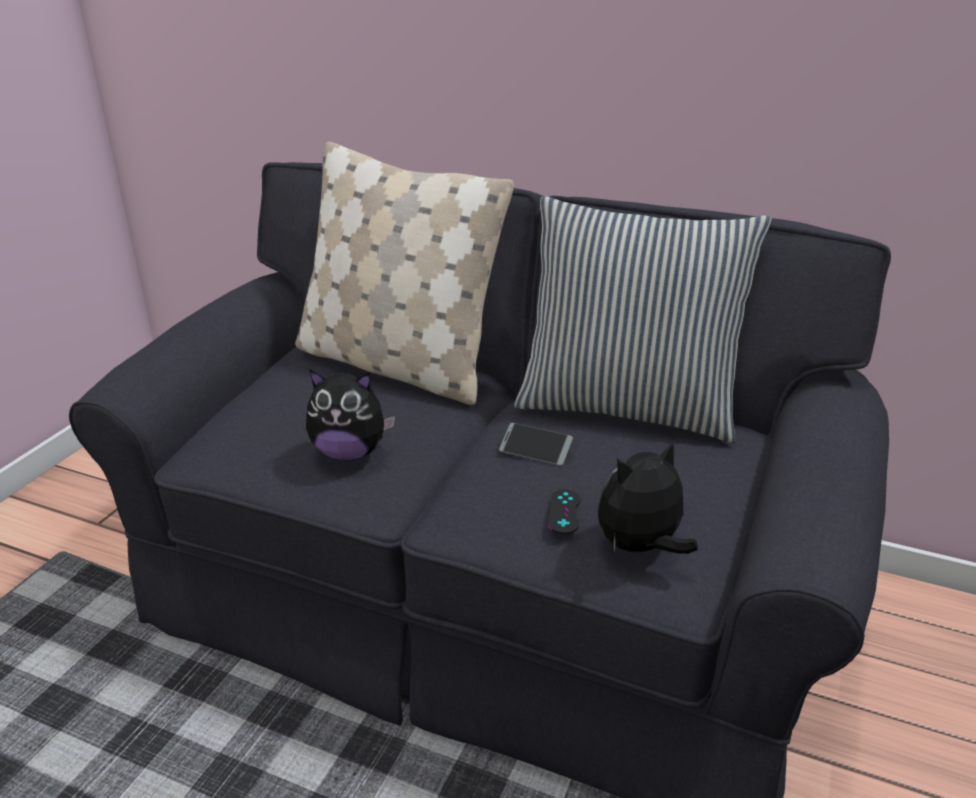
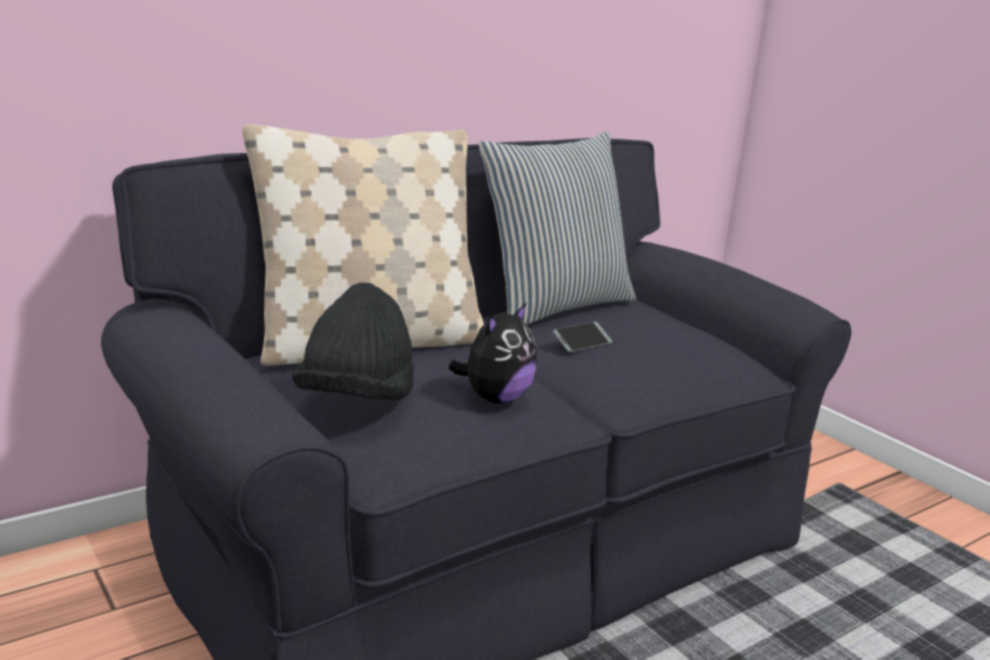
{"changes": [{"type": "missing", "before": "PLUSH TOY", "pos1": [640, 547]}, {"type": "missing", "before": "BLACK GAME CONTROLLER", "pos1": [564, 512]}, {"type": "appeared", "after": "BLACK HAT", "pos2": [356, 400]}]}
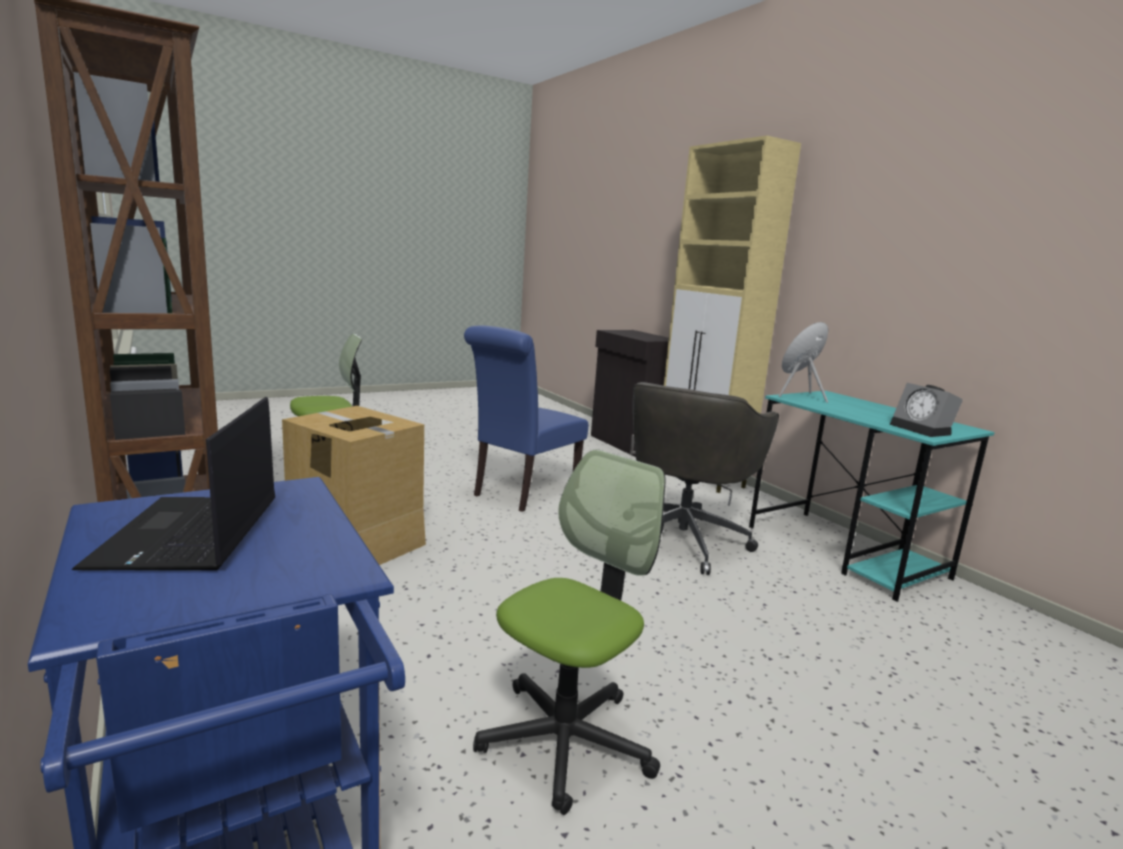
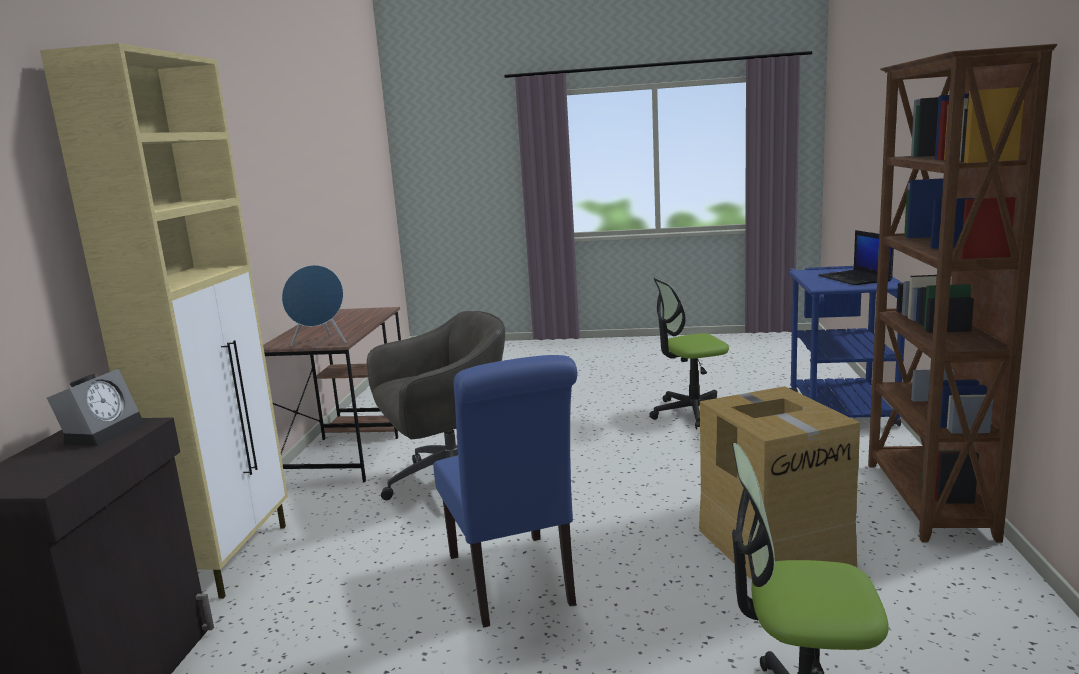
{"changes": [{"type": "spun", "before": "BLUE CHAIR", "pos1": [521, 493], "pos2": [514, 583], "turn": 90}, {"type": "relocated", "before": "ALARM CLOCK", "pos1": [923, 430], "pos2": [103, 432]}, {"type": "colour", "before": "TURQUOISE DESK", "after": "BROWN DESK", "pos1": [845, 552], "pos2": [351, 449]}, {"type": "spun", "before": "LAPTOP", "pos1": [190, 534], "pos2": [855, 278], "turn": 135}]}
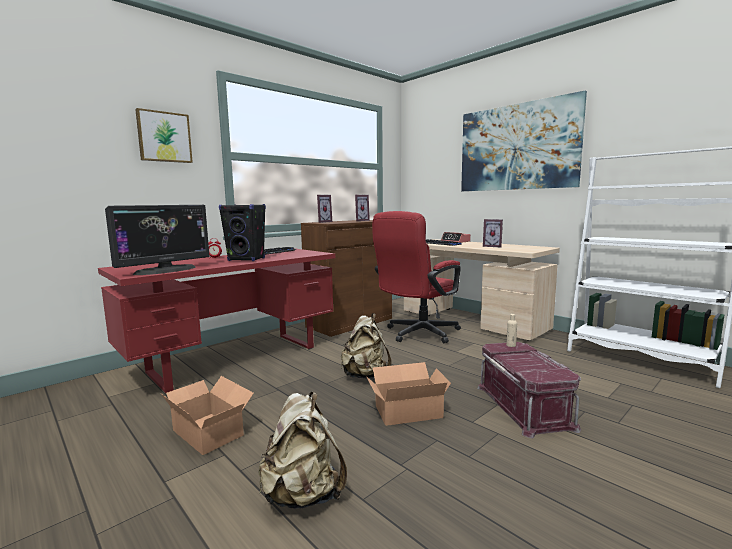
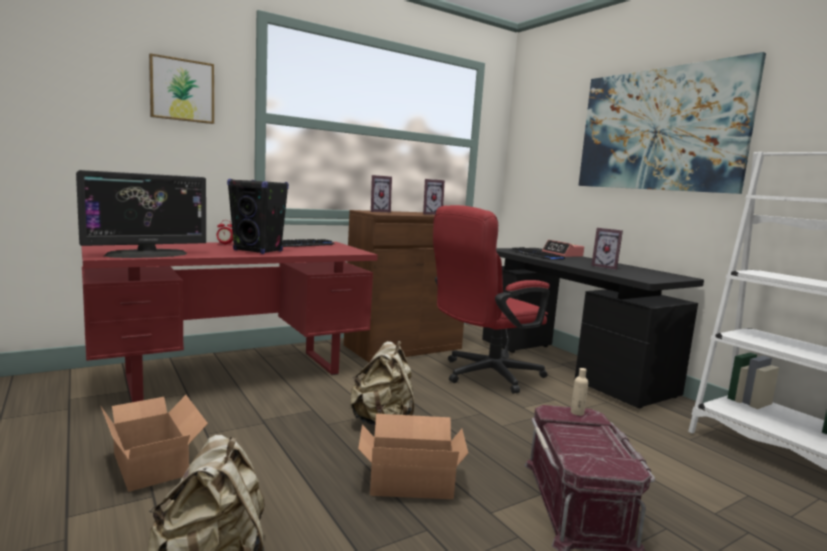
{"changes": [{"type": "colour", "before": "BEIGE DESK", "after": "BLACK DESK", "pos1": [471, 321], "pos2": [569, 367]}]}
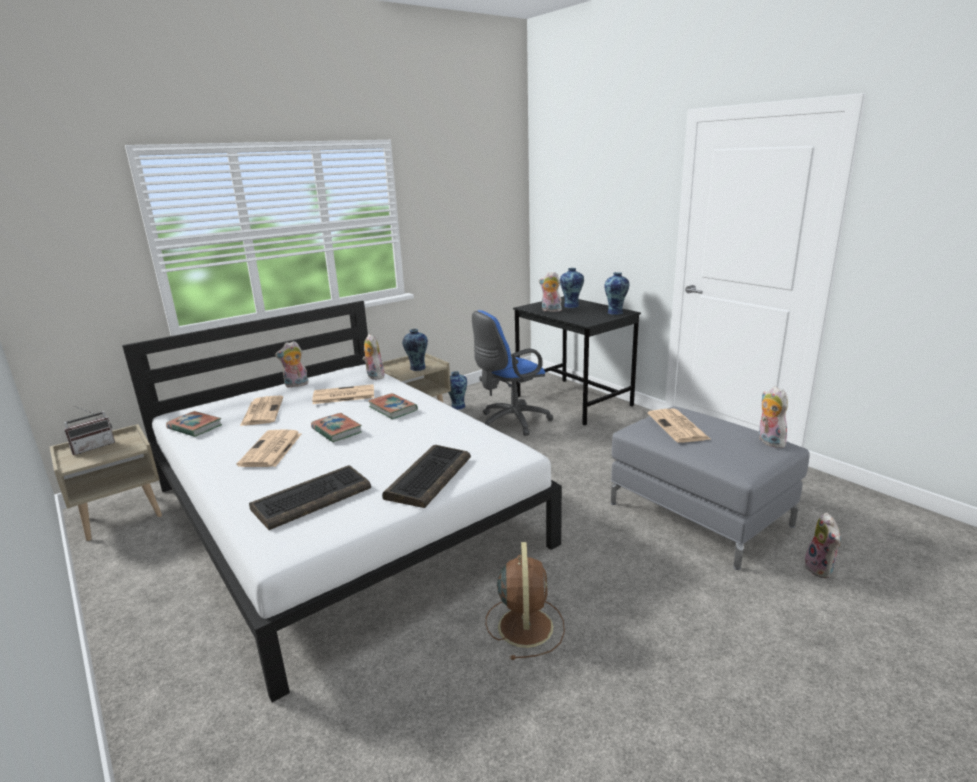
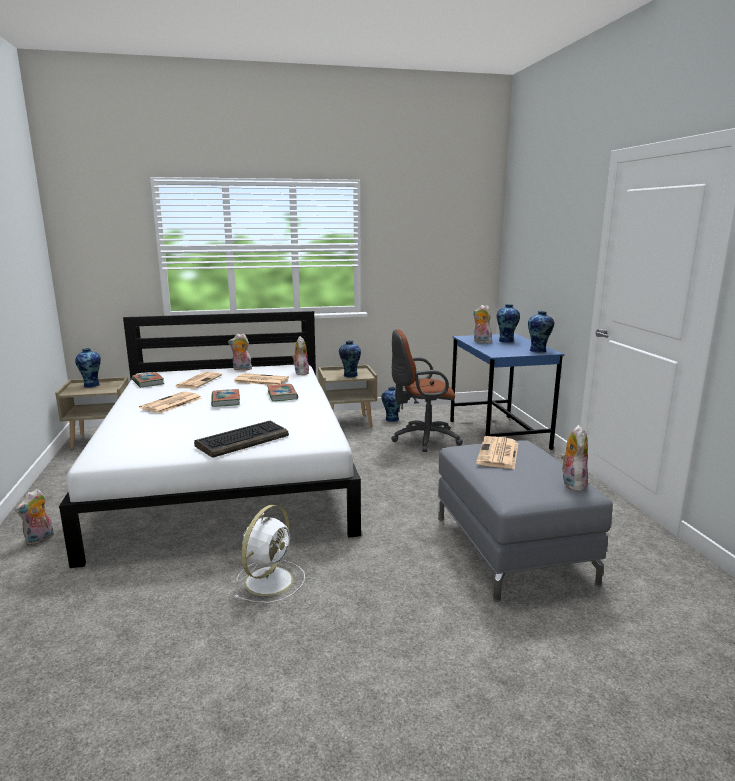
{"changes": [{"type": "colour", "before": "BLACK DESK", "after": "BLUE DESK", "pos1": [574, 401], "pos2": [498, 435]}, {"type": "colour", "before": "BLUE OFFICE CHAIR", "after": "BROWN OFFICE CHAIR", "pos1": [510, 422], "pos2": [422, 439]}, {"type": "exchanged", "before": "RADIO", "after": "VASE", "pos1": [93, 447], "pos2": [91, 385]}, {"type": "missing", "before": "KEYBOARD", "pos1": [312, 498]}, {"type": "relocated", "before": "PLUSH TOY", "pos1": [821, 569], "pos2": [40, 540]}, {"type": "colour", "before": "BROWN FAN", "after": "WHITE FAN", "pos1": [525, 625], "pos2": [270, 580]}]}
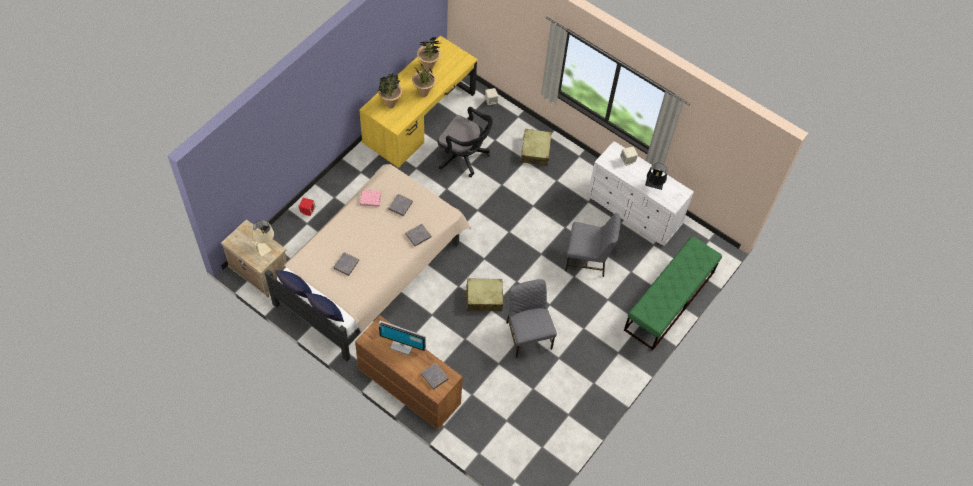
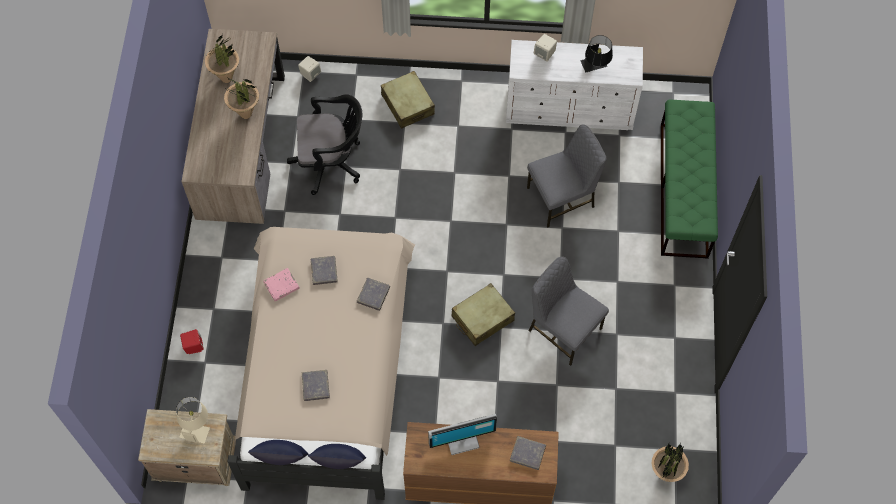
{"changes": [{"type": "colour", "before": "YELLOW DESK", "after": "BROWN DESK", "pos1": [419, 118], "pos2": [241, 146]}, {"type": "relocated", "before": "POTTED PLANT", "pos1": [390, 105], "pos2": [665, 474]}]}
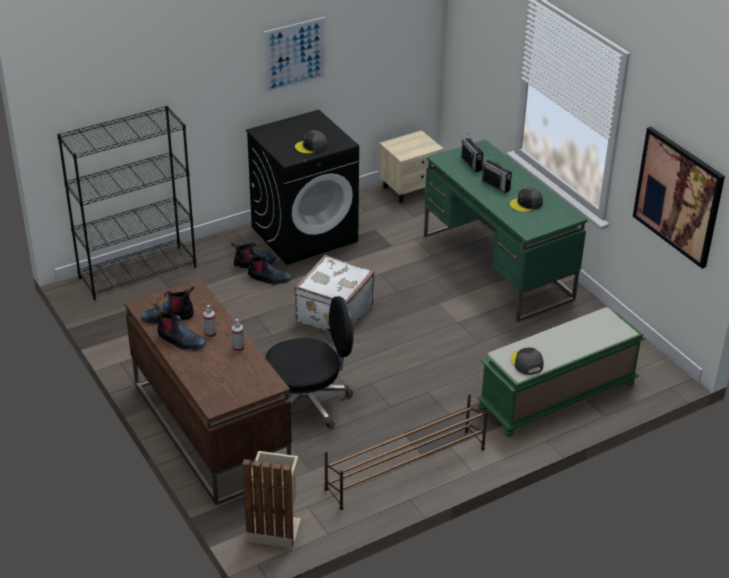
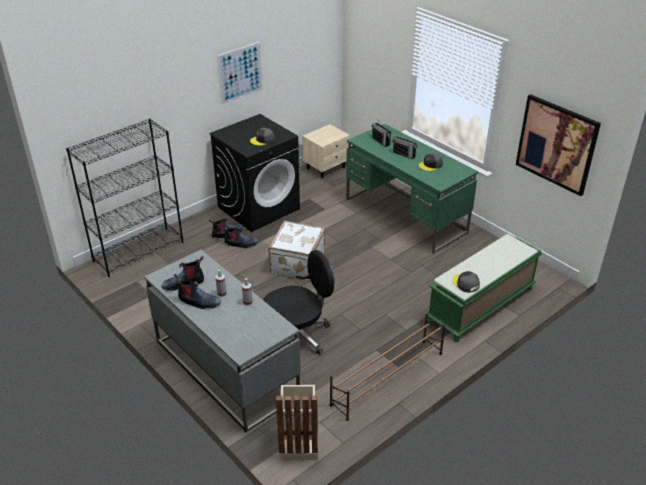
{"changes": [{"type": "colour", "before": "BROWN DESK", "after": "GREY DESK", "pos1": [210, 429], "pos2": [225, 368]}]}
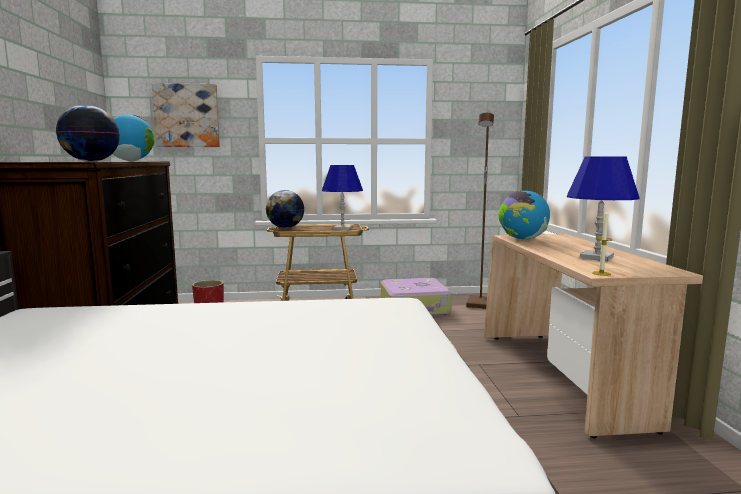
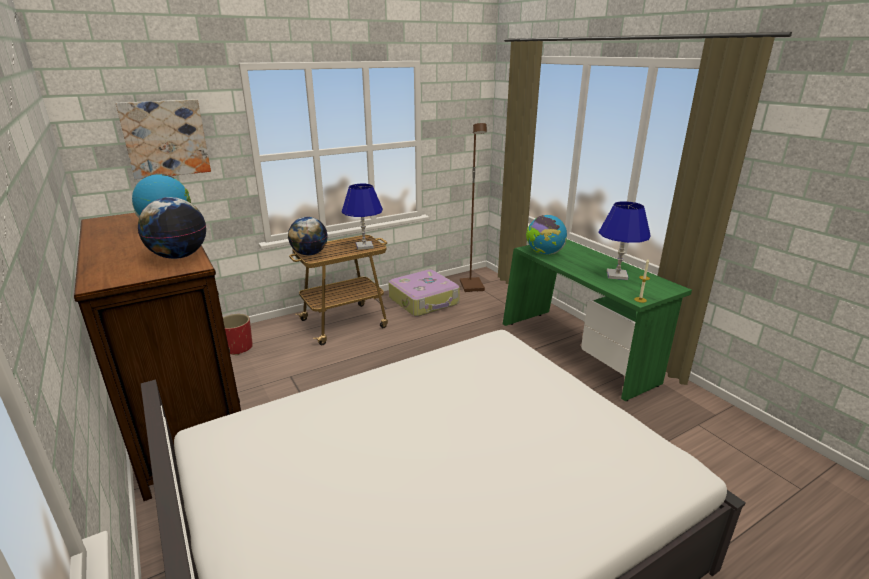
{"changes": [{"type": "colour", "before": "BEIGE DESK", "after": "GREEN DESK", "pos1": [562, 376], "pos2": [578, 352]}]}
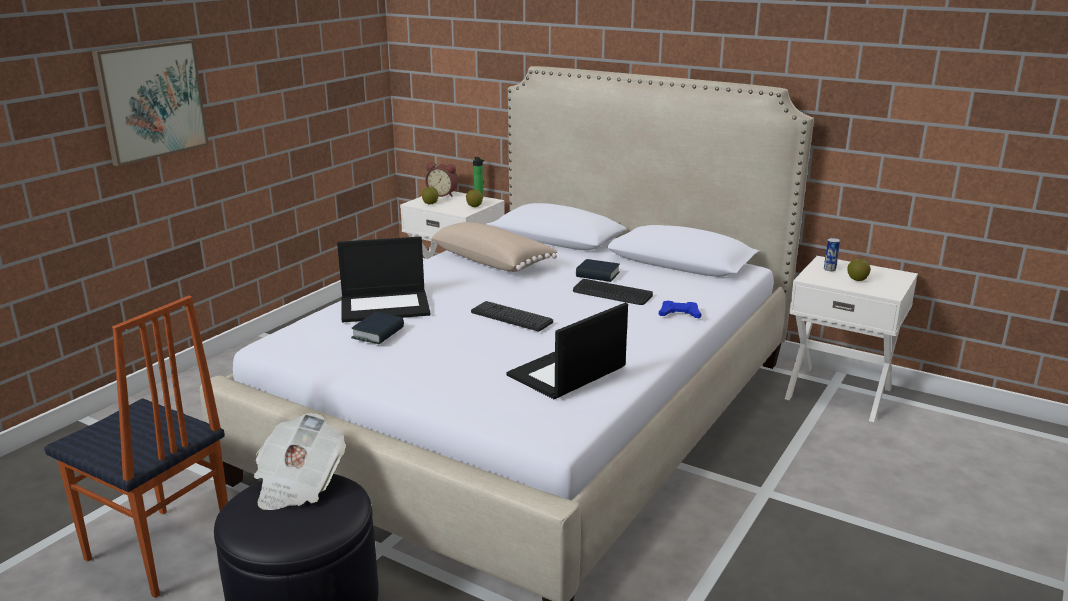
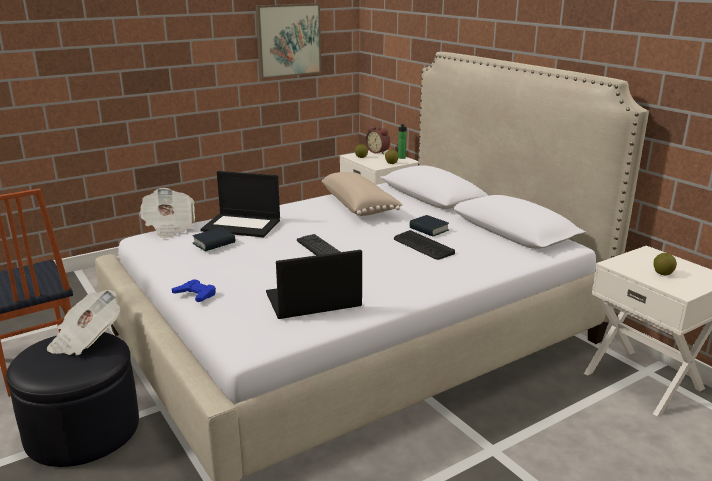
{"changes": [{"type": "relocated", "before": "PICTURE", "pos1": [151, 100], "pos2": [288, 40]}, {"type": "missing", "before": "CAN", "pos1": [829, 269]}, {"type": "relocated", "before": "BLUE GAME CONTROLLER", "pos1": [679, 314], "pos2": [195, 294]}, {"type": "appeared", "after": "NEWSPAPER", "pos2": [169, 227]}]}
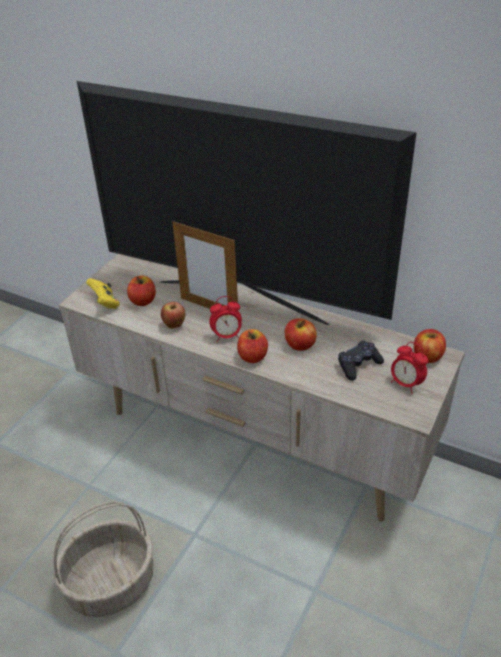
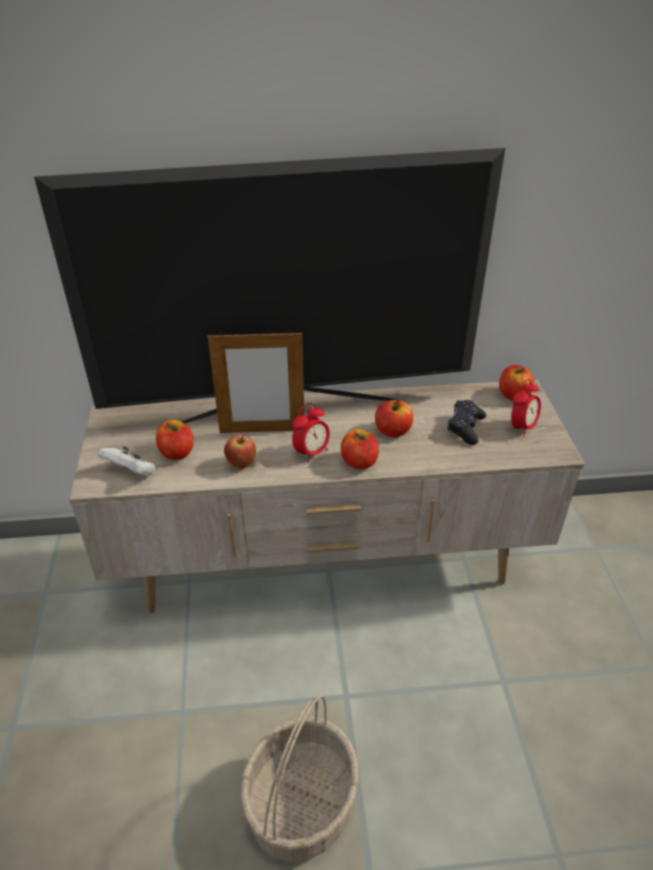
{"changes": [{"type": "colour", "before": "YELLOW GAME CONTROLLER", "after": "WHITE GAME CONTROLLER", "pos1": [105, 303], "pos2": [132, 473]}, {"type": "spun", "before": "ALARM CLOCK", "pos1": [406, 384], "pos2": [521, 427], "turn": -60}]}
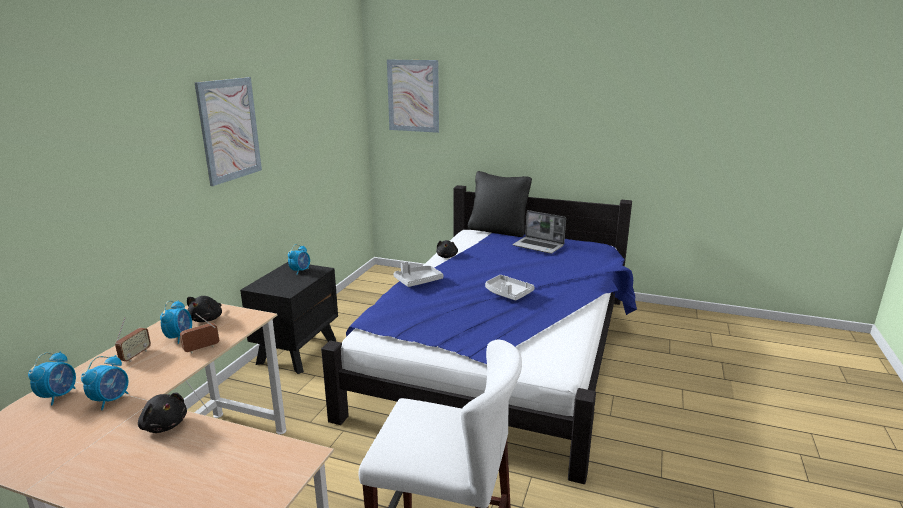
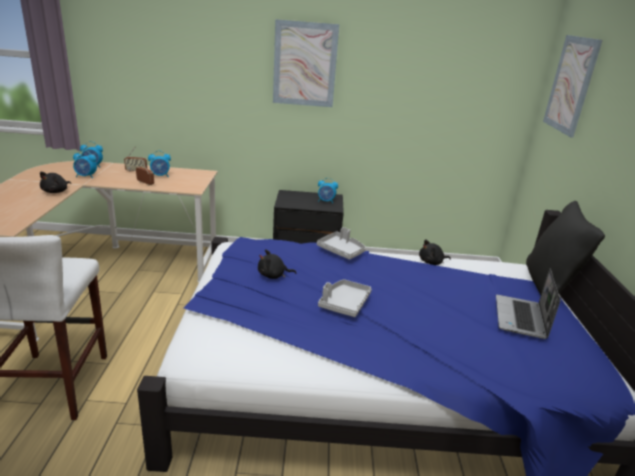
{"changes": [{"type": "relocated", "before": "BLACK PLUSH TOY", "pos1": [207, 319], "pos2": [273, 275]}]}
